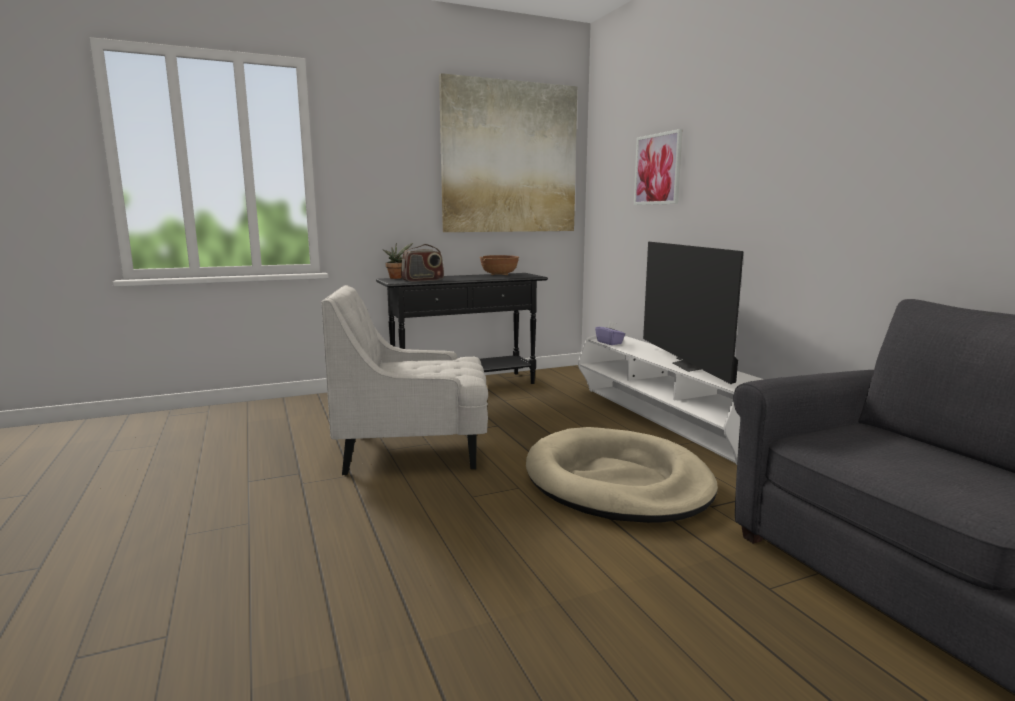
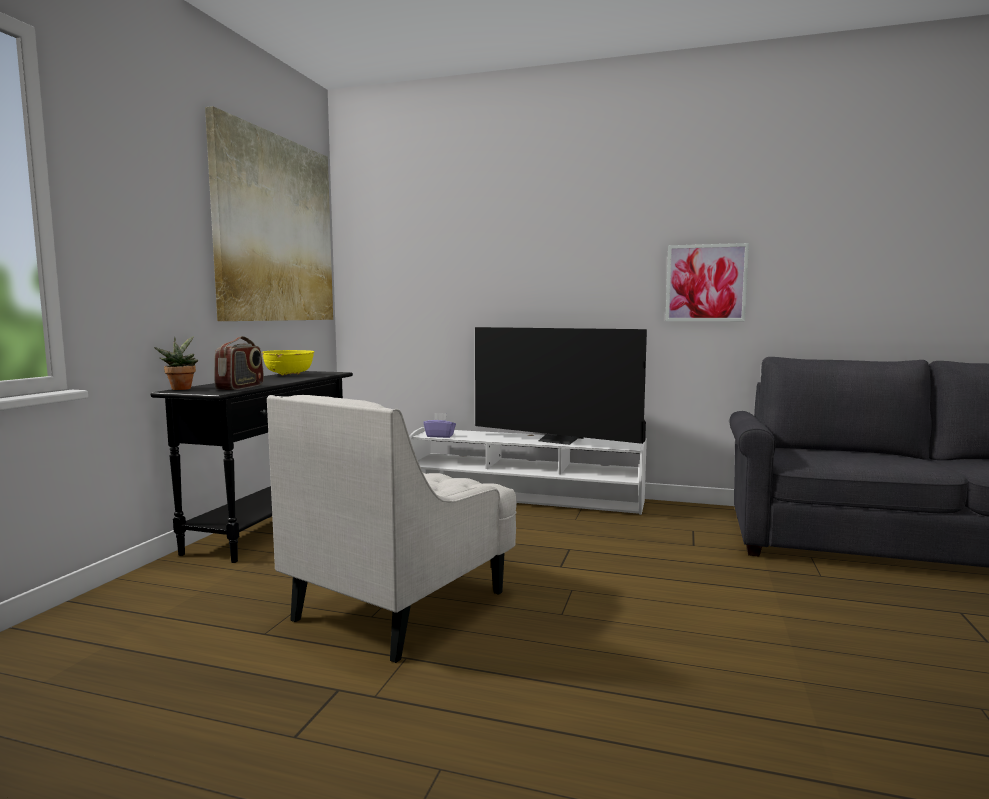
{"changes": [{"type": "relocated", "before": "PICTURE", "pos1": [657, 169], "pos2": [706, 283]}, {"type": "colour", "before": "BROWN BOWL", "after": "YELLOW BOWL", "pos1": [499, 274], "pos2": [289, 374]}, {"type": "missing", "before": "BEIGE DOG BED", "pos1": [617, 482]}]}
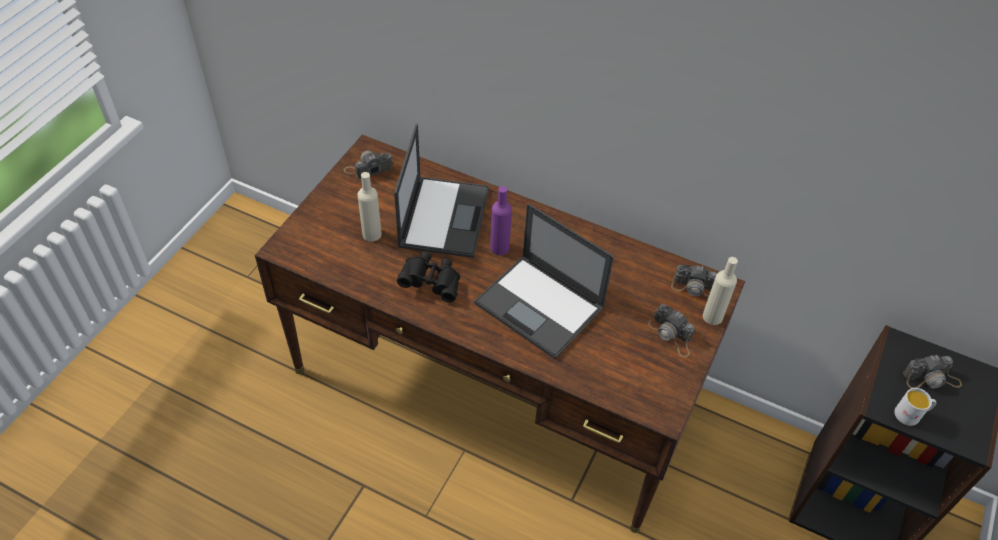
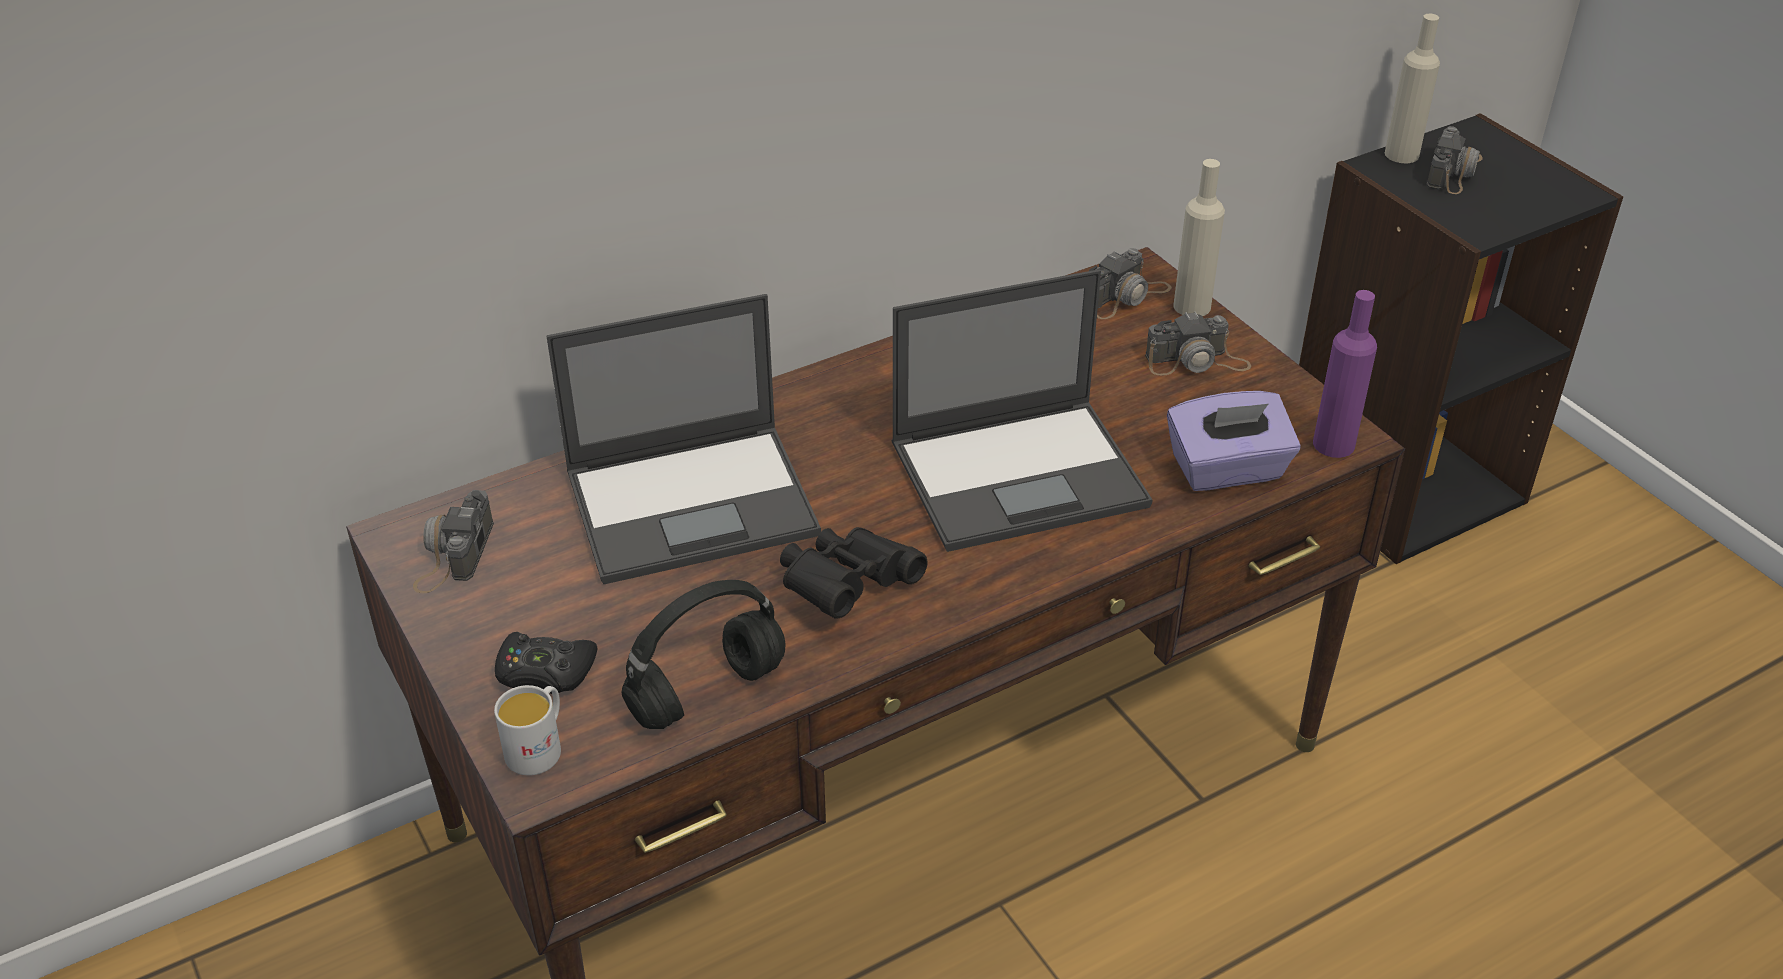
{"changes": [{"type": "spun", "before": "LAPTOP", "pos1": [444, 216], "pos2": [695, 502], "turn": 120}, {"type": "relocated", "before": "BEIGE BOTTLE", "pos1": [372, 234], "pos2": [1401, 154]}, {"type": "relocated", "before": "PURPLE BOTTLE", "pos1": [499, 248], "pos2": [1333, 444]}, {"type": "relocated", "before": "WHITE MUG", "pos1": [911, 414], "pos2": [539, 747]}, {"type": "appeared", "after": "PURPLE TISSUE BOX", "pos2": [1227, 470]}, {"type": "appeared", "after": "BLACK HEADPHONES", "pos2": [708, 691]}, {"type": "appeared", "after": "BLACK GAME CONTROLLER", "pos2": [545, 672]}]}
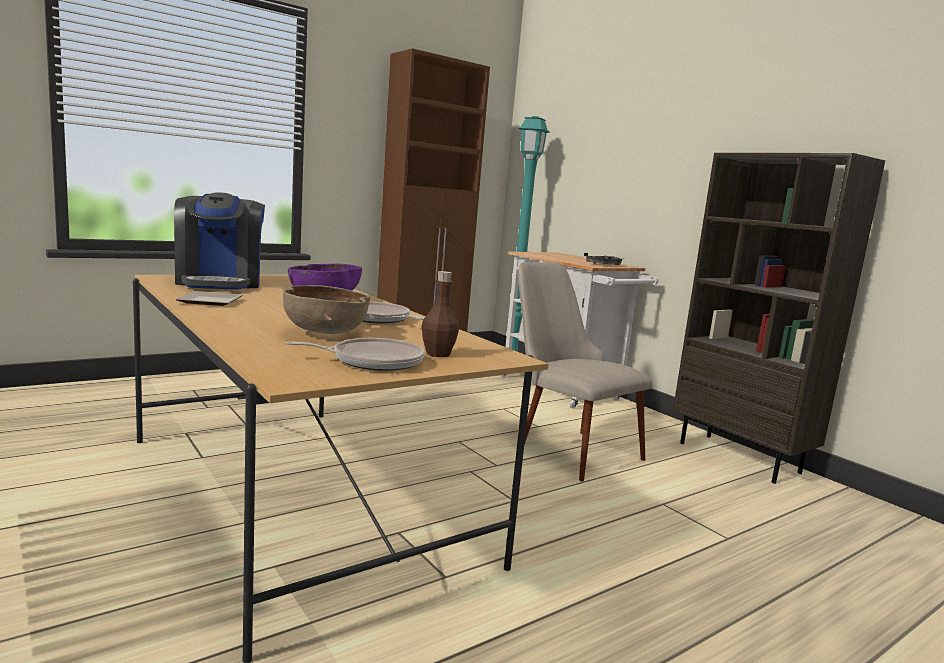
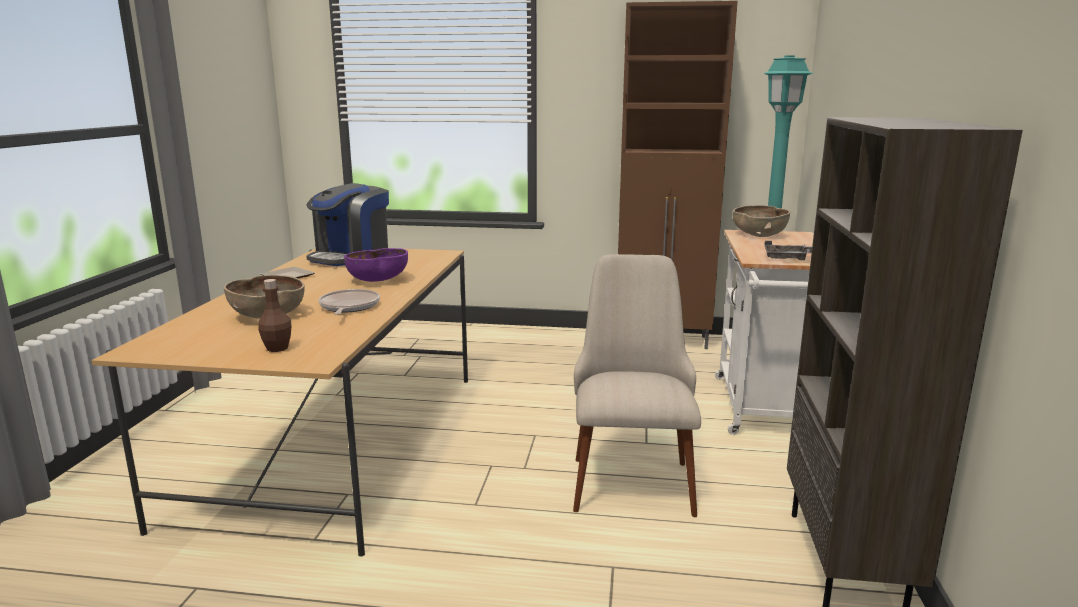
{"changes": [{"type": "missing", "before": "FRYING PAN", "pos1": [372, 361]}, {"type": "appeared", "after": "BROWN BOWL", "pos2": [759, 235]}]}
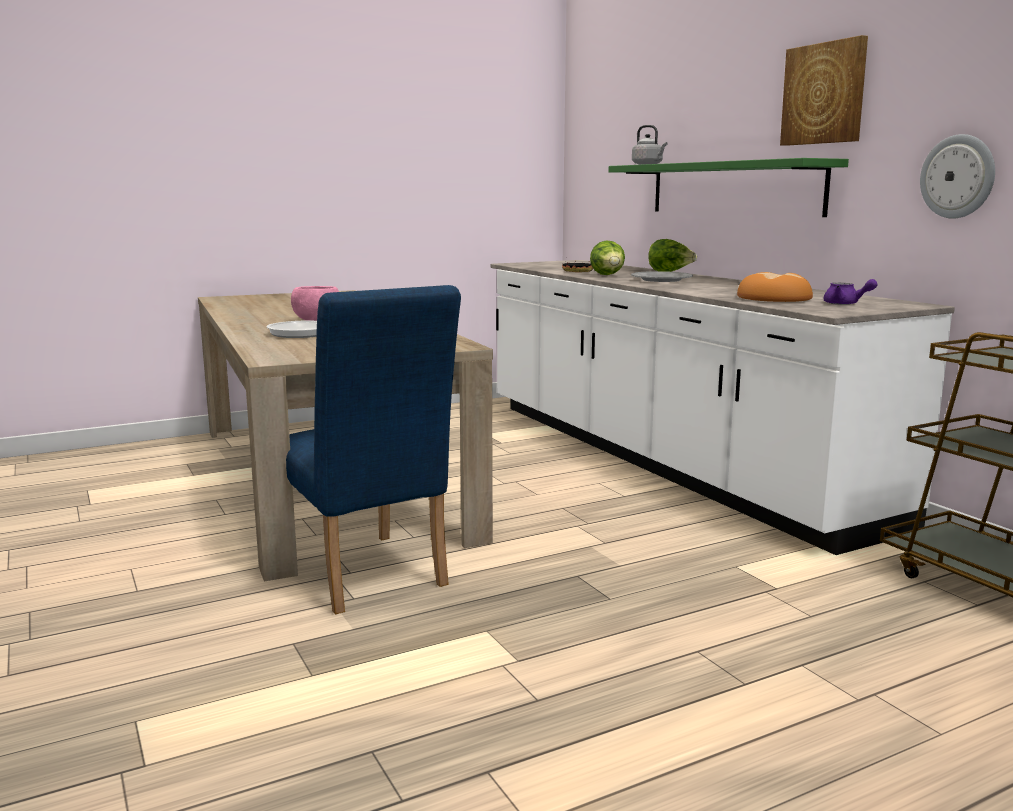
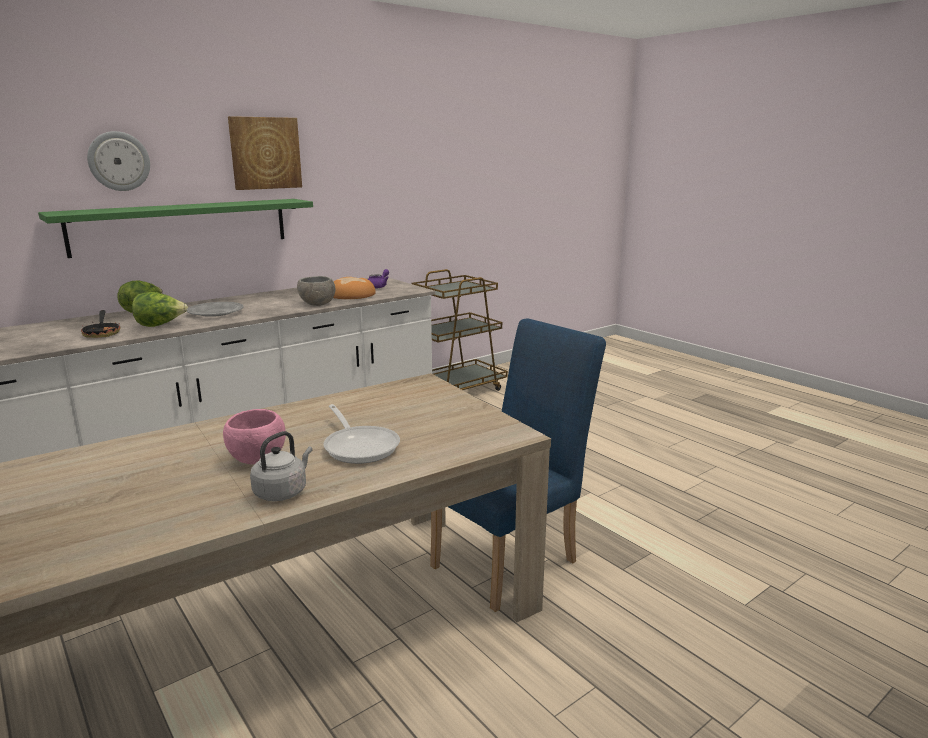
{"changes": [{"type": "relocated", "before": "GREY KETTLE", "pos1": [648, 164], "pos2": [282, 492]}, {"type": "relocated", "before": "WALL CLOCK", "pos1": [958, 176], "pos2": [119, 161]}, {"type": "appeared", "after": "GREY BOWL", "pos2": [318, 304]}]}
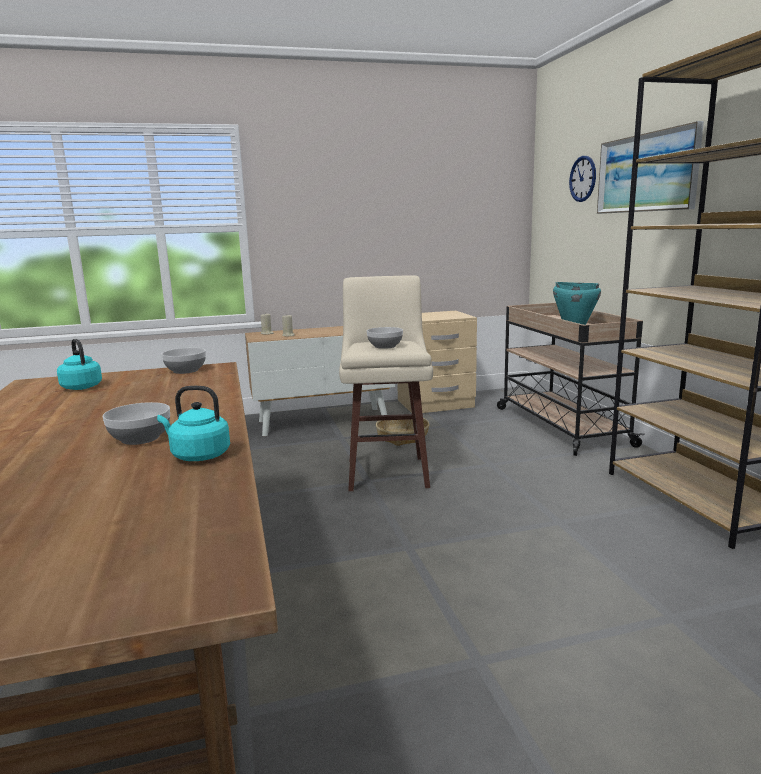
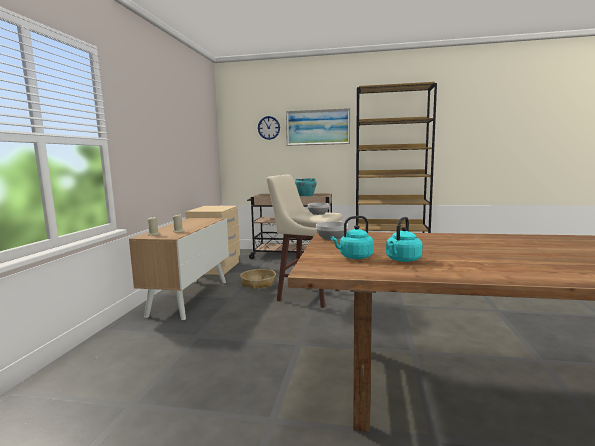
{"changes": [{"type": "relocated", "before": "TURQUOISE KETTLE", "pos1": [198, 455], "pos2": [402, 260]}, {"type": "missing", "before": "BOWL", "pos1": [139, 438]}]}
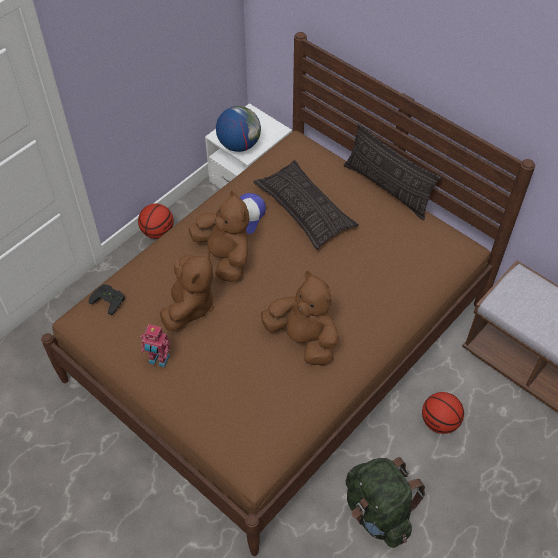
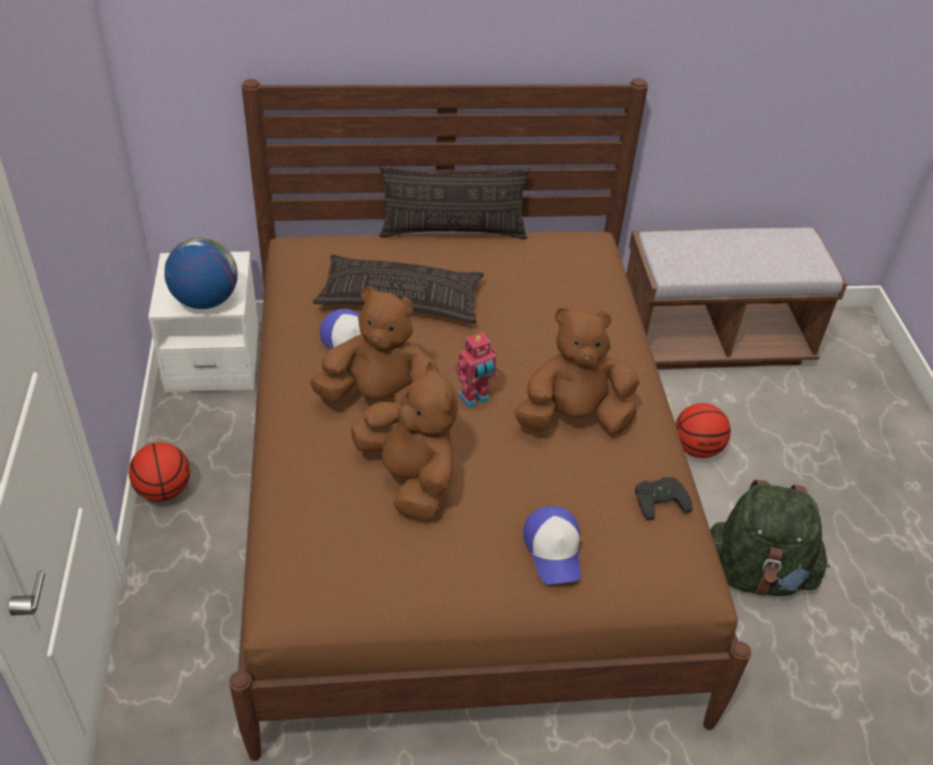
{"changes": [{"type": "relocated", "before": "BLACK GAME CONTROLLER", "pos1": [109, 299], "pos2": [659, 498]}, {"type": "relocated", "before": "TOY ROBOT", "pos1": [158, 360], "pos2": [475, 399]}, {"type": "appeared", "after": "CAP", "pos2": [554, 550]}]}
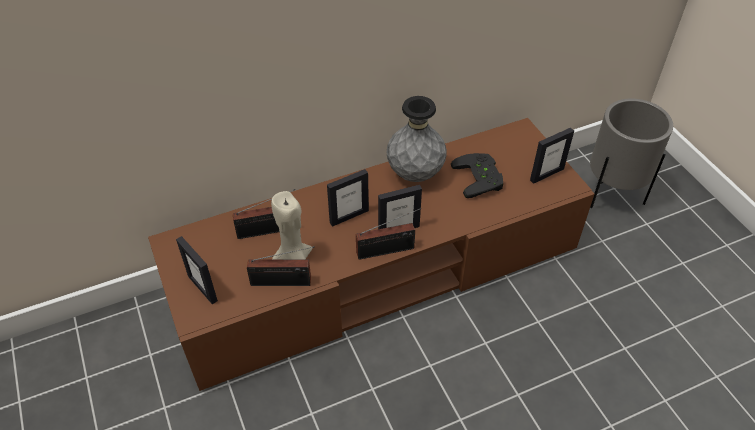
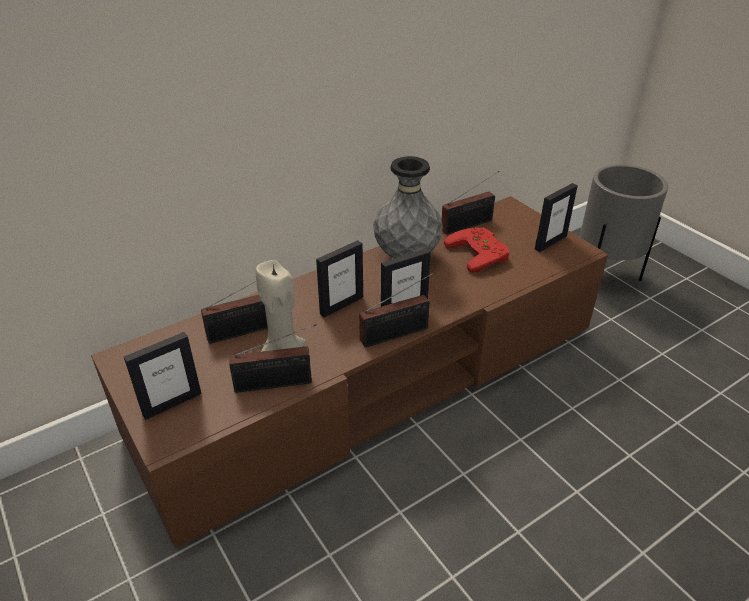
{"changes": [{"type": "colour", "before": "BLACK GAME CONTROLLER", "after": "RED GAME CONTROLLER", "pos1": [481, 178], "pos2": [481, 253]}, {"type": "spun", "before": "PICTURE FRAME", "pos1": [203, 288], "pos2": [172, 403], "turn": -75}, {"type": "appeared", "after": "RADIO", "pos2": [469, 225]}]}
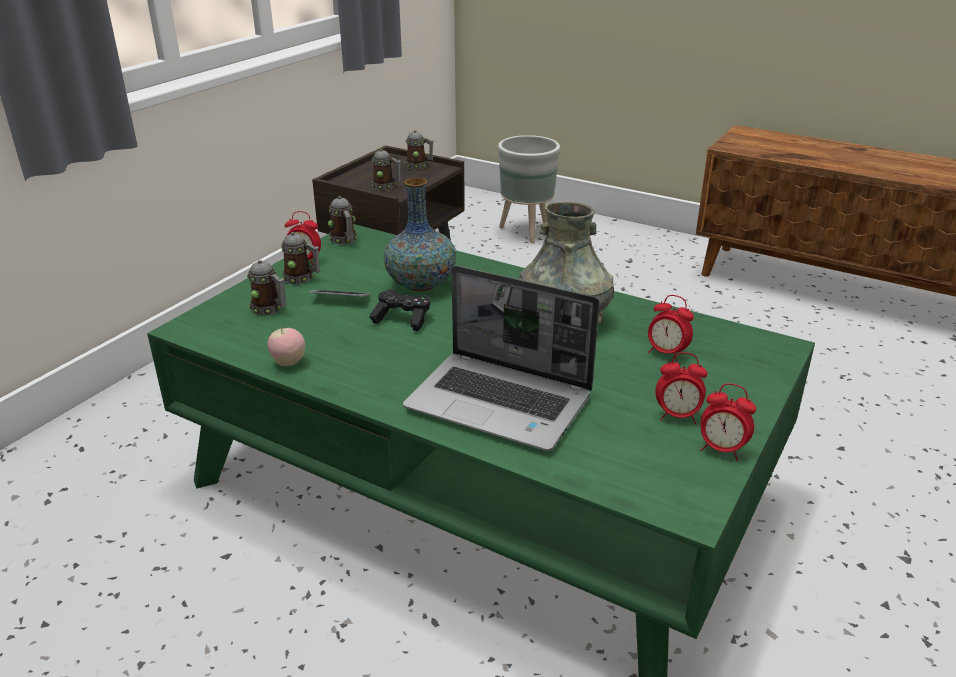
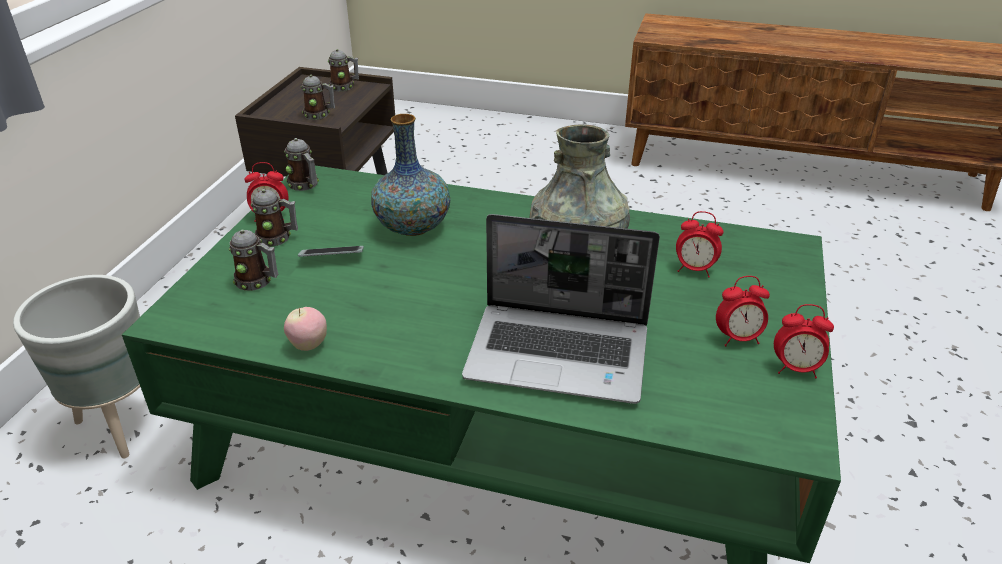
{"changes": [{"type": "relocated", "before": "GREY PLANTER", "pos1": [526, 231], "pos2": [121, 424]}, {"type": "missing", "before": "BLACK GAME CONTROLLER", "pos1": [402, 319]}]}
